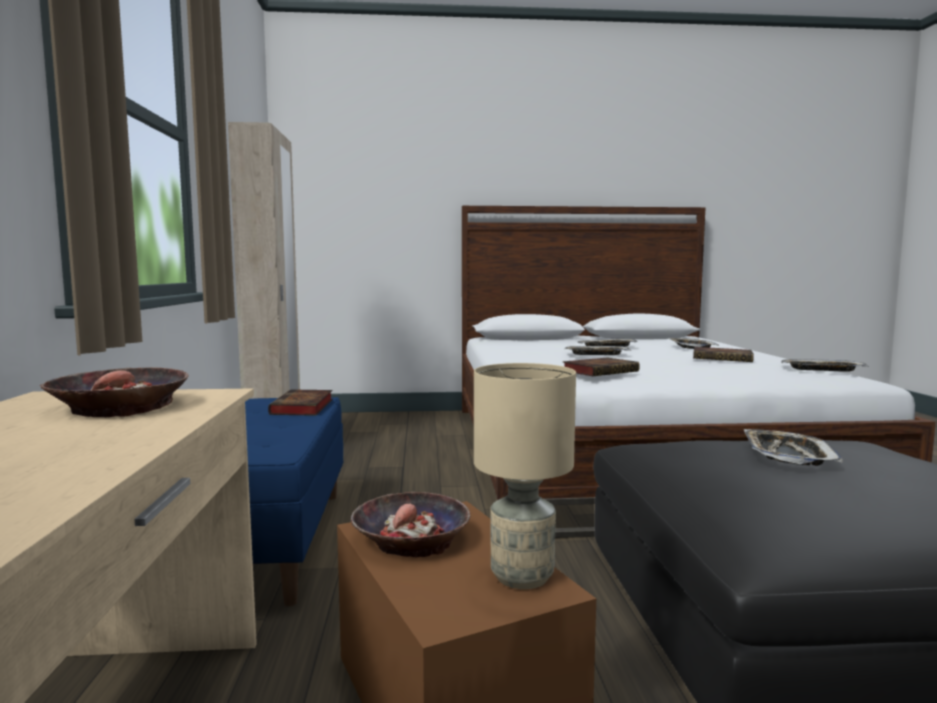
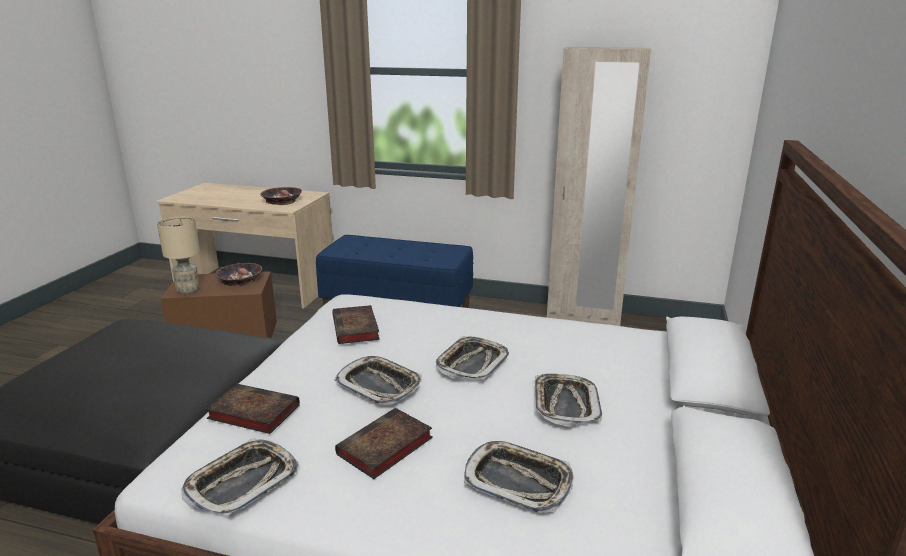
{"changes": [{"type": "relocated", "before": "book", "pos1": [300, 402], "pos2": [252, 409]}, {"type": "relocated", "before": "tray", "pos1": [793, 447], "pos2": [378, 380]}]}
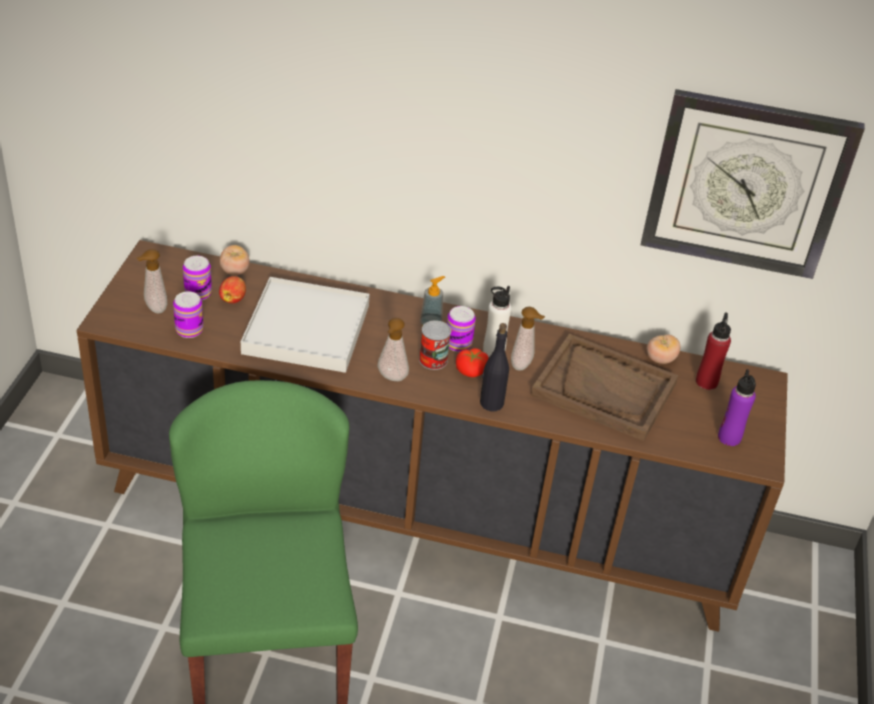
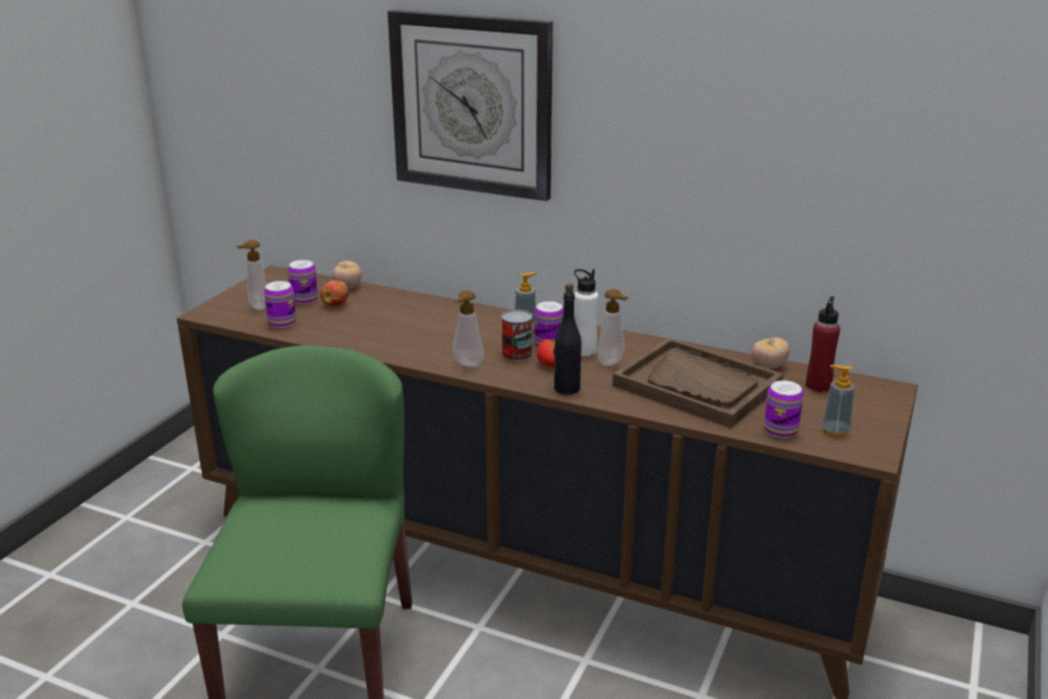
{"changes": [{"type": "missing", "before": "tray in white", "pos1": [305, 325]}, {"type": "appeared", "after": "can", "pos2": [783, 409]}, {"type": "relocated", "before": "wall clock", "pos1": [753, 184], "pos2": [470, 105]}, {"type": "exchanged", "before": "bottle in purple", "after": "soap dispenser", "pos1": [737, 407], "pos2": [838, 401]}]}
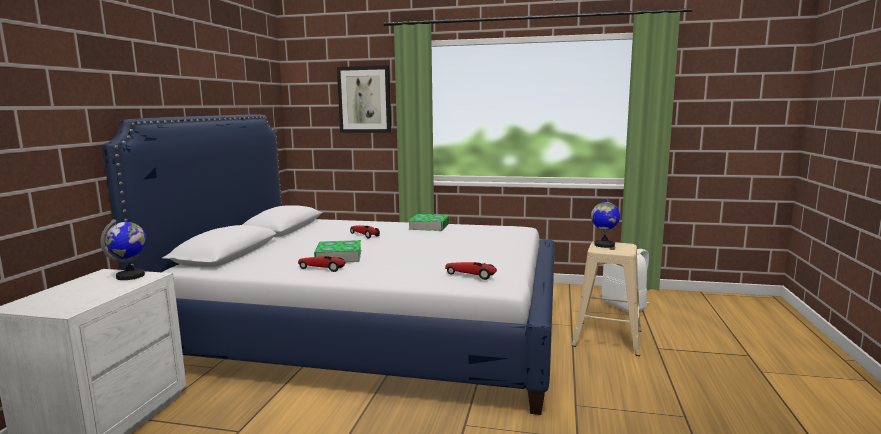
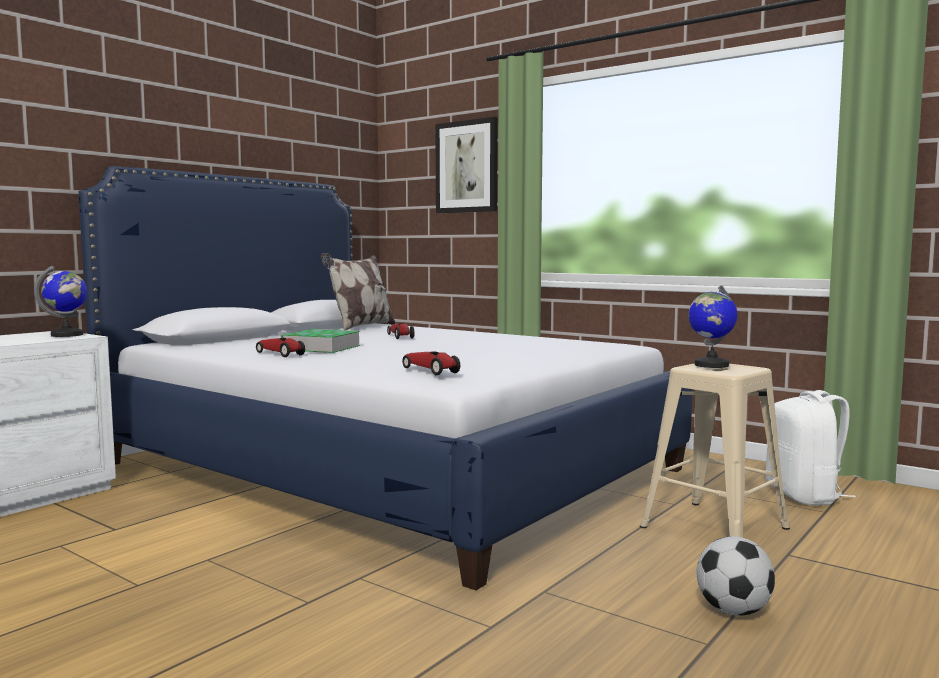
{"changes": [{"type": "missing", "before": "book", "pos1": [428, 222]}, {"type": "appeared", "after": "pillow", "pos2": [358, 291]}, {"type": "appeared", "after": "football", "pos2": [736, 576]}]}
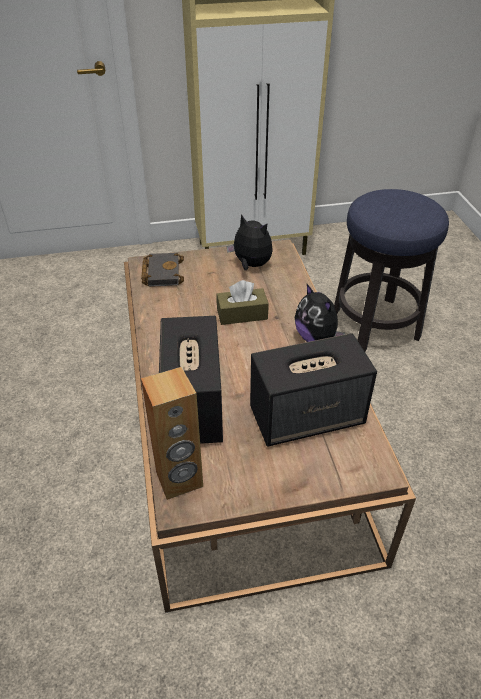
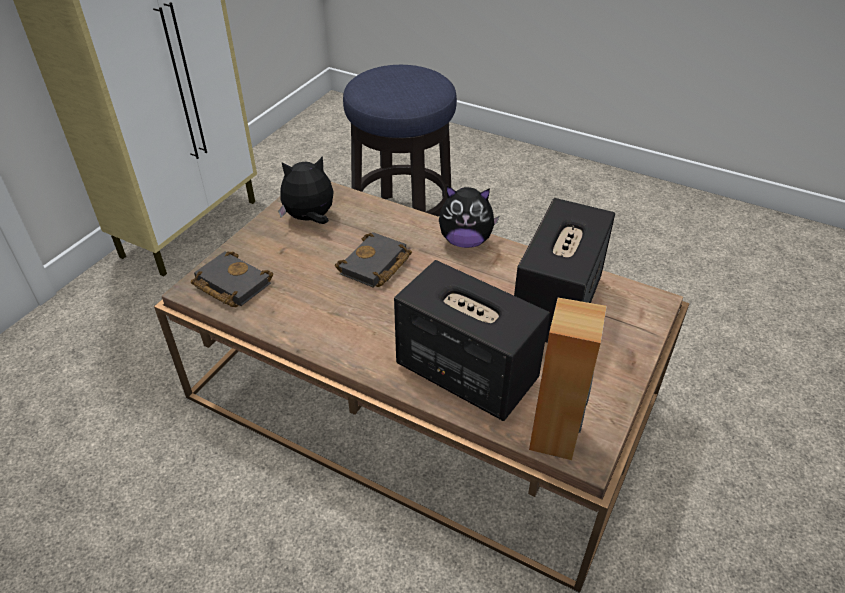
{"changes": [{"type": "exchanged", "before": "tissue box in brown", "after": "book in black", "pos1": [243, 302], "pos2": [373, 260]}]}
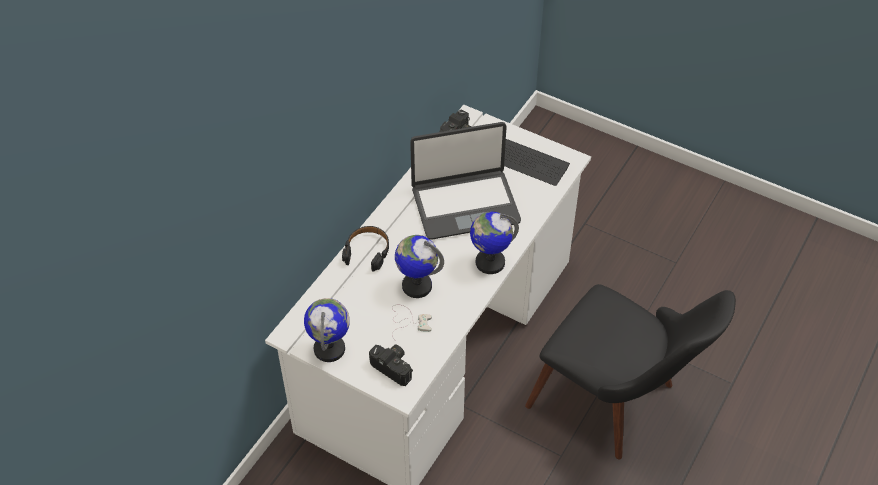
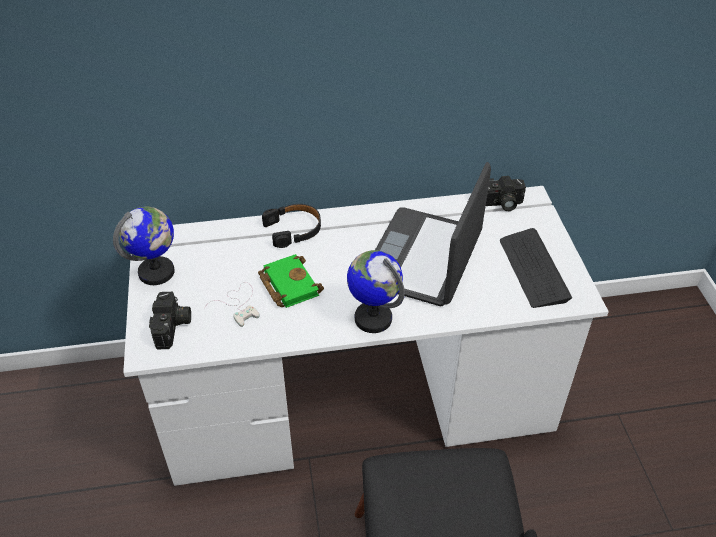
{"changes": [{"type": "exchanged", "before": "globe", "after": "book in green", "pos1": [419, 266], "pos2": [291, 281]}, {"type": "spun", "before": "laptop", "pos1": [465, 181], "pos2": [433, 234], "turn": 75}]}
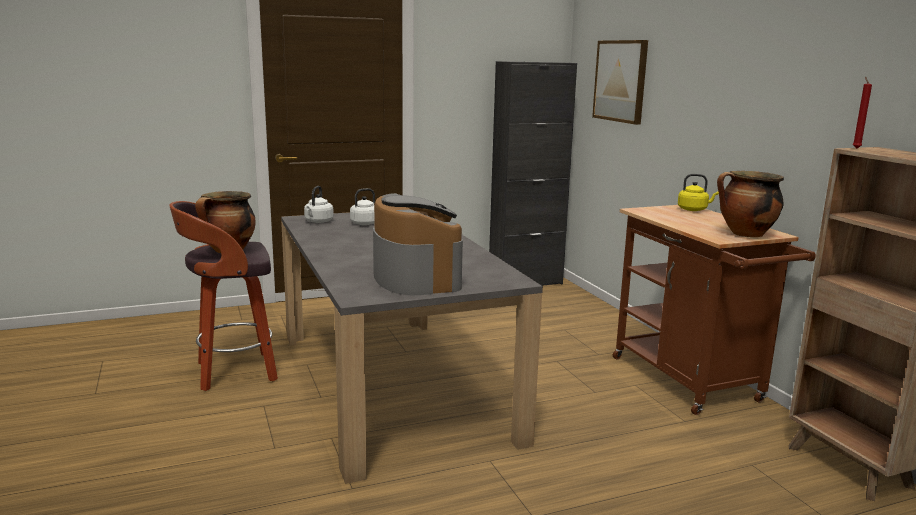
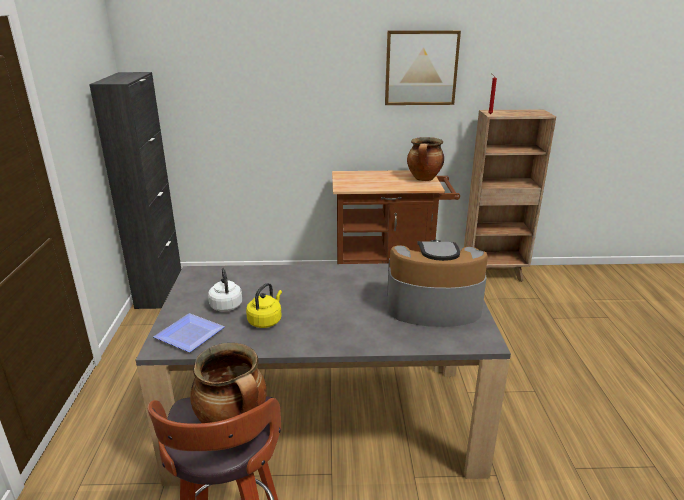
{"changes": [{"type": "relocated", "before": "picture", "pos1": [620, 82], "pos2": [423, 67]}, {"type": "relocated", "before": "kettle in yellow", "pos1": [698, 192], "pos2": [264, 305]}, {"type": "exchanged", "before": "kettle in white", "after": "plate", "pos1": [319, 204], "pos2": [189, 332]}]}
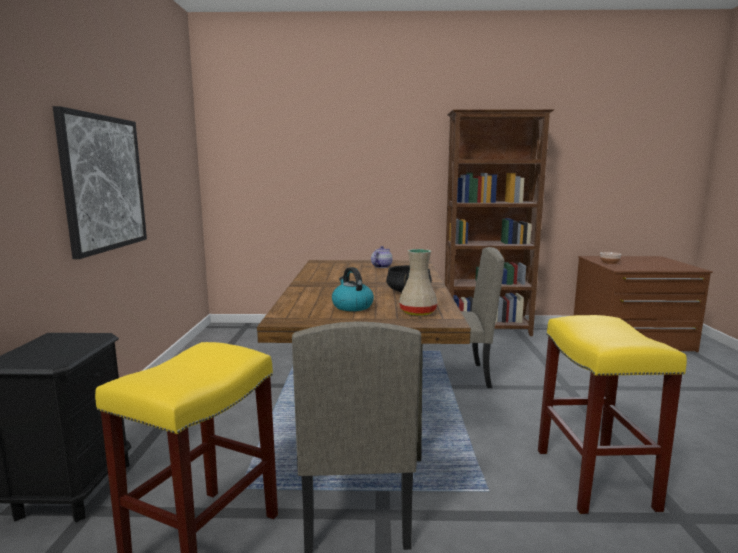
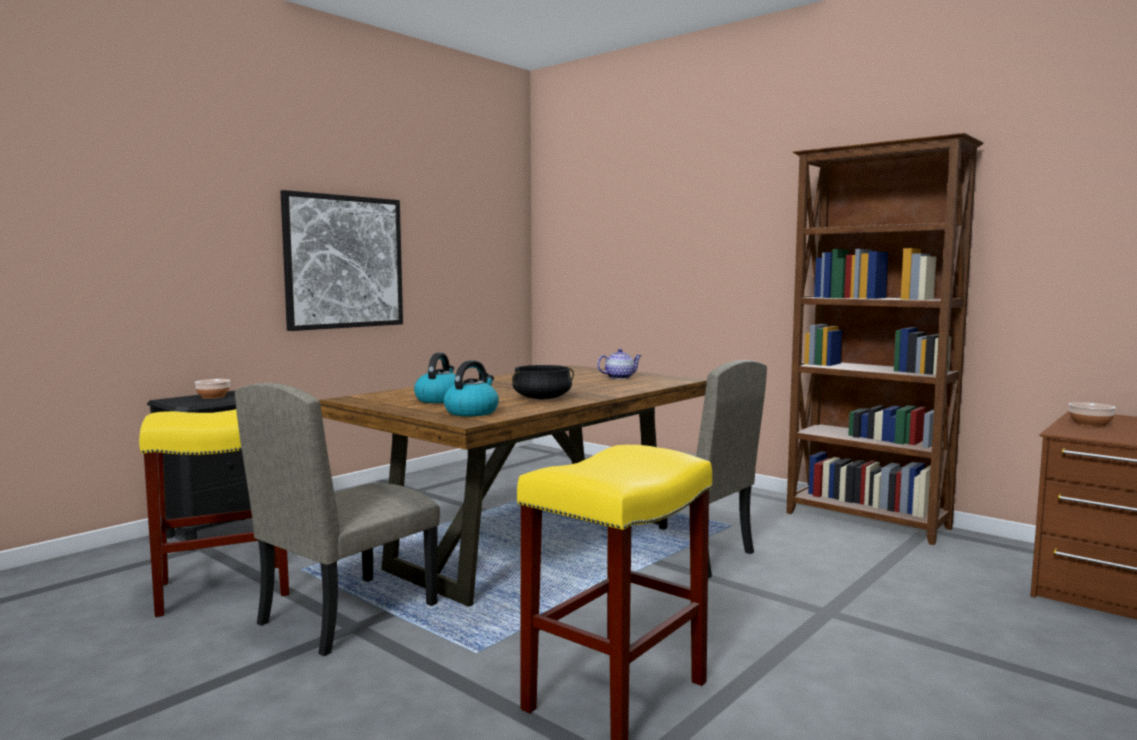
{"changes": [{"type": "appeared", "after": "bowl", "pos2": [212, 389]}, {"type": "exchanged", "before": "vase in beige", "after": "kettle", "pos1": [418, 282], "pos2": [471, 388]}]}
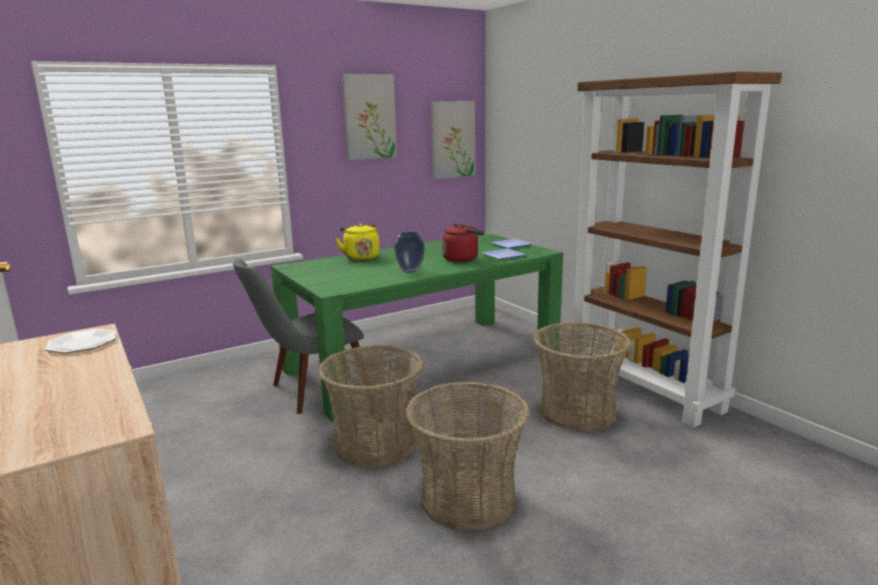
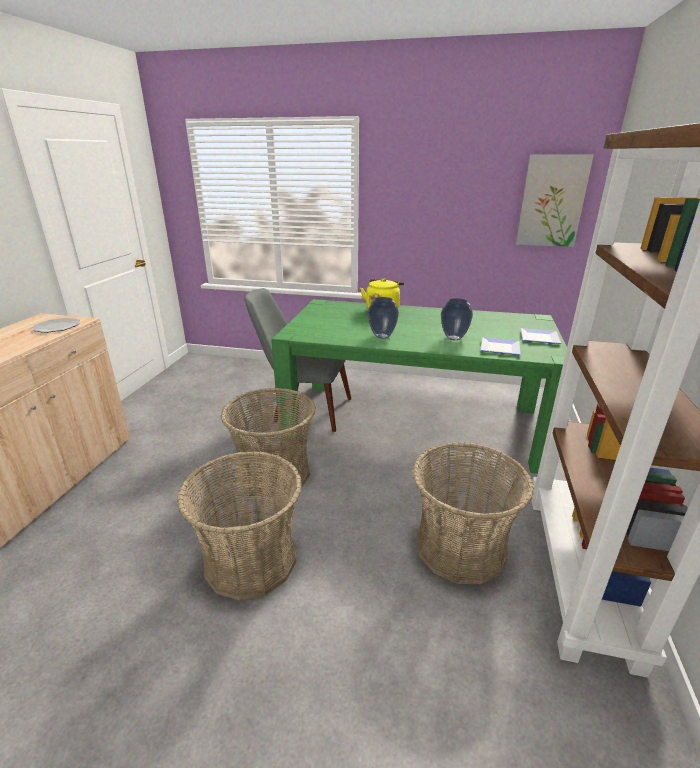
{"changes": [{"type": "missing", "before": "picture", "pos1": [369, 117]}, {"type": "exchanged", "before": "kettle in red", "after": "vase", "pos1": [463, 243], "pos2": [457, 319]}]}
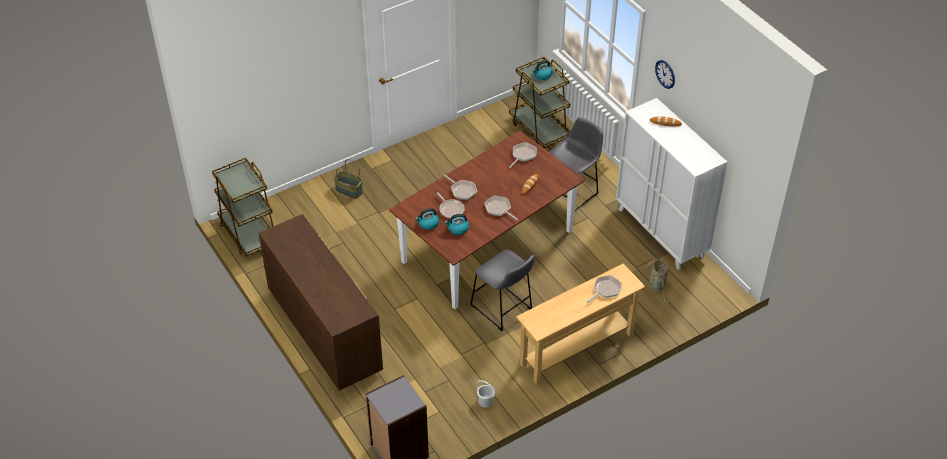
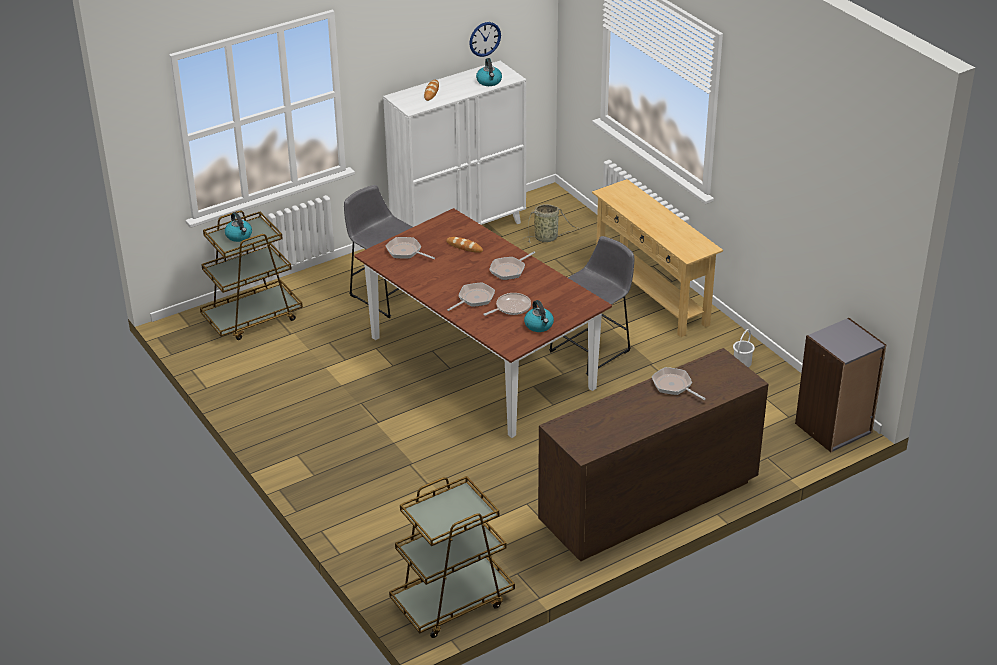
{"changes": [{"type": "missing", "before": "basket", "pos1": [348, 179]}, {"type": "relocated", "before": "kettle", "pos1": [457, 224], "pos2": [489, 72]}, {"type": "relocated", "before": "frying pan", "pos1": [604, 289], "pos2": [679, 383]}, {"type": "relocated", "before": "wall clock", "pos1": [665, 74], "pos2": [485, 39]}]}
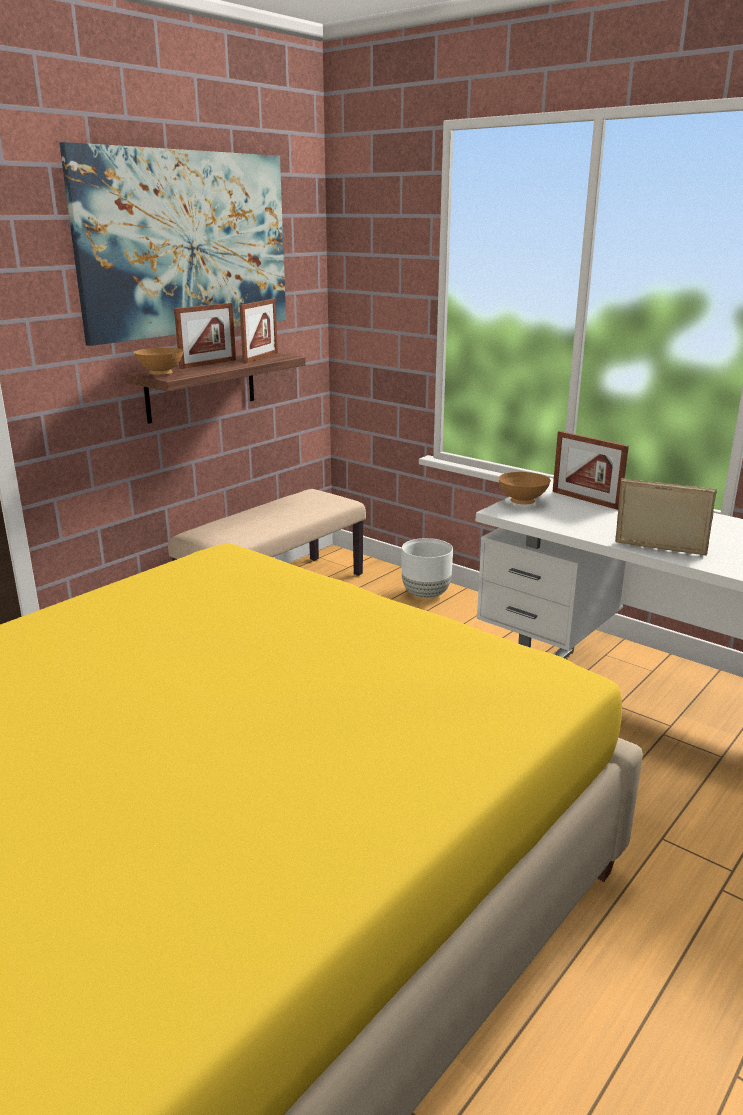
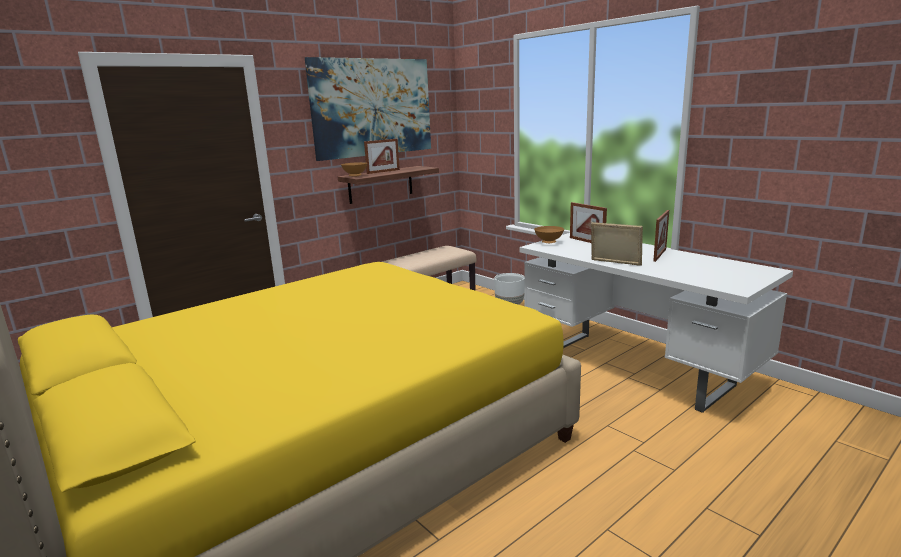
{"changes": [{"type": "relocated", "before": "picture frame", "pos1": [258, 331], "pos2": [661, 236]}]}
